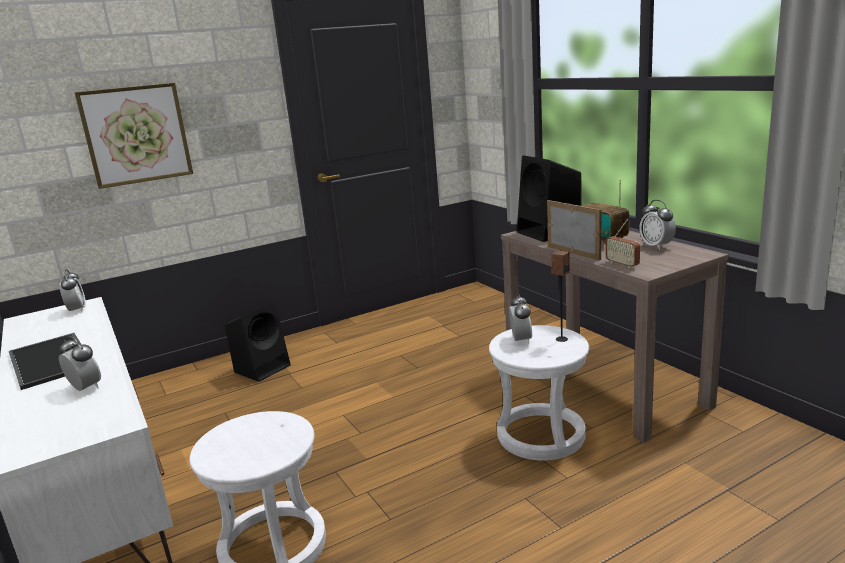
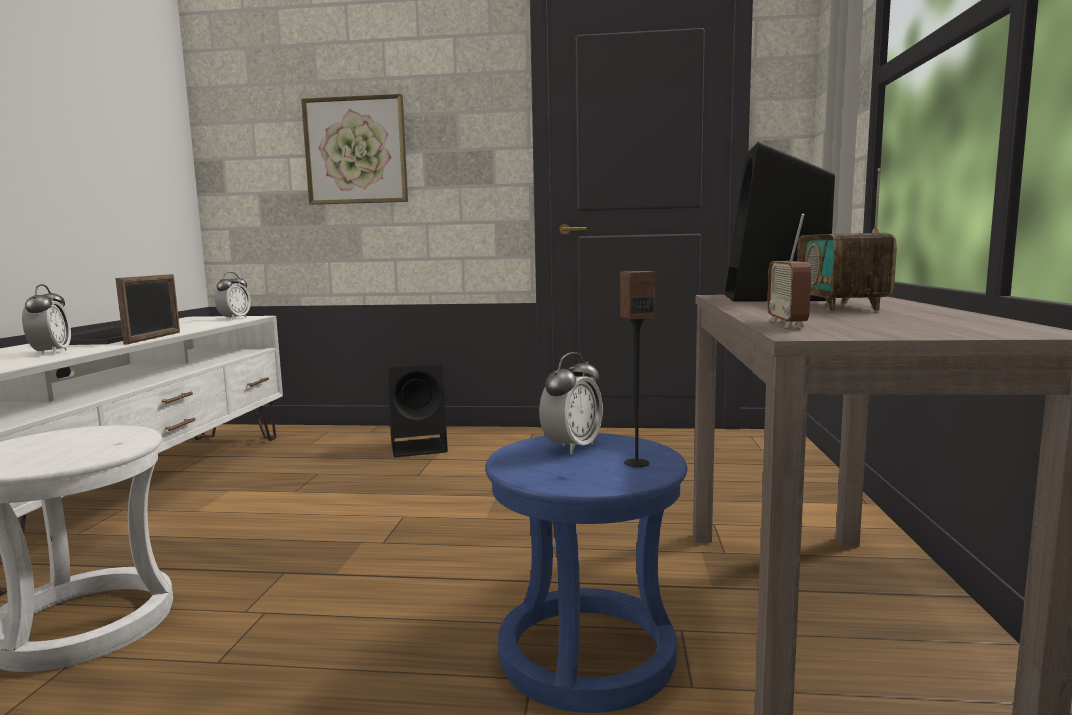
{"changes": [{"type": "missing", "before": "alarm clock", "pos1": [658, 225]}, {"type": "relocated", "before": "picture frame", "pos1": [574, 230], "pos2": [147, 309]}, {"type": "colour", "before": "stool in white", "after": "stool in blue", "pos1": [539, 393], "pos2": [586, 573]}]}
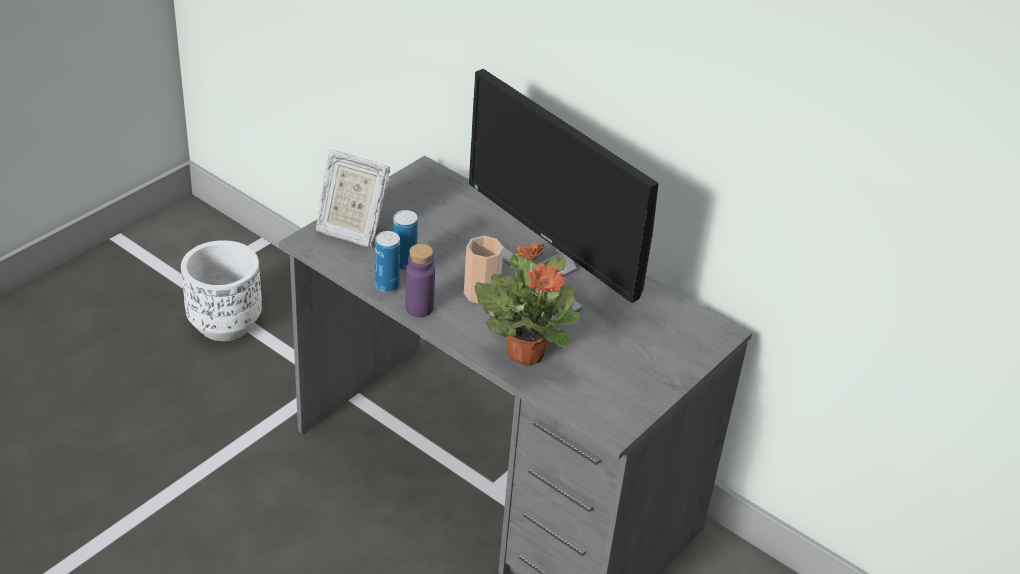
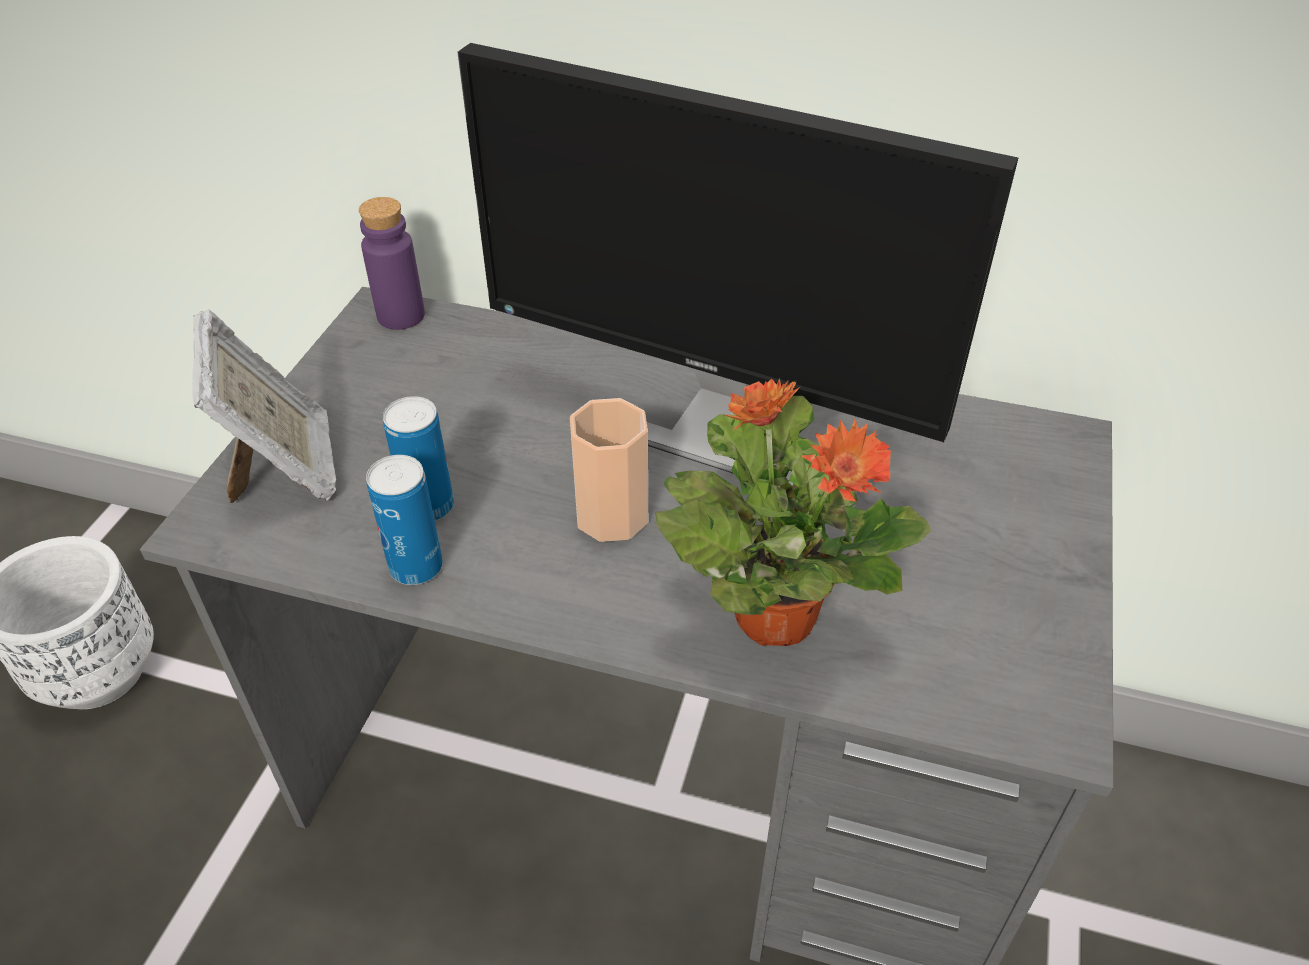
{"changes": [{"type": "relocated", "before": "bottle in purple", "pos1": [420, 280], "pos2": [392, 263]}, {"type": "spun", "before": "picture frame", "pos1": [353, 198], "pos2": [264, 406], "turn": -105}]}
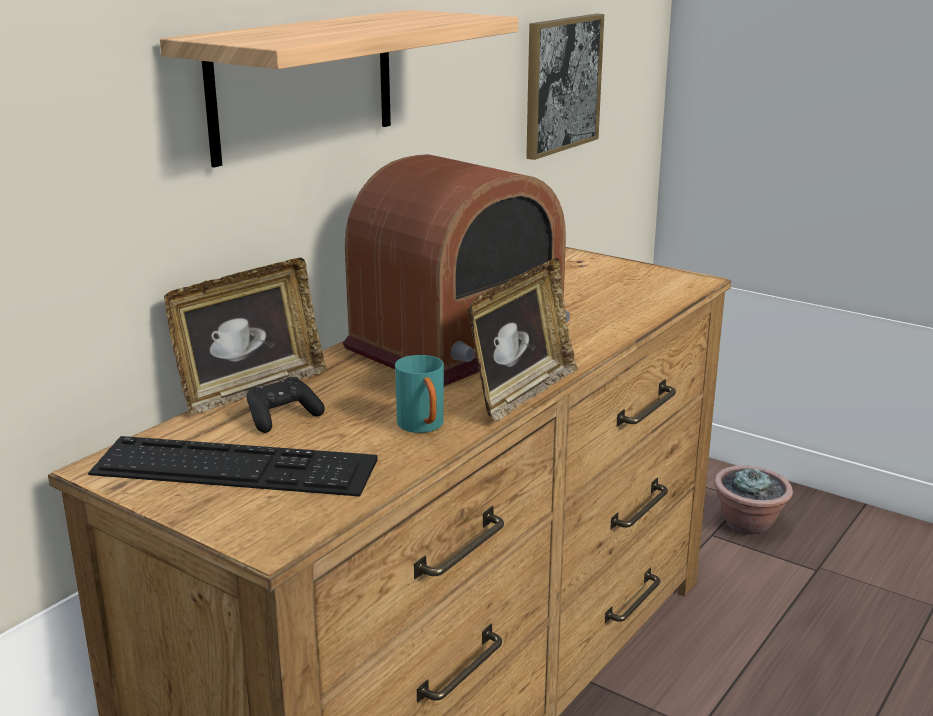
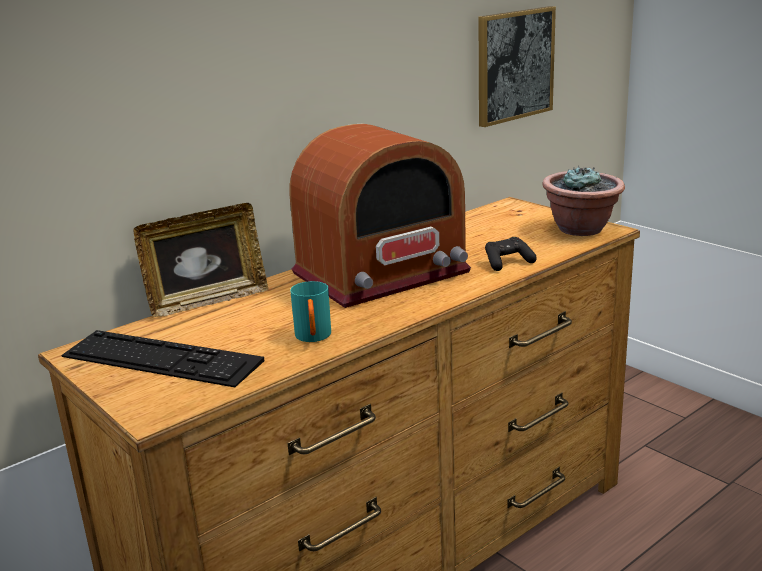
{"changes": [{"type": "missing", "before": "shelf", "pos1": [339, 89]}, {"type": "missing", "before": "picture frame", "pos1": [523, 340]}, {"type": "relocated", "before": "game controller in black", "pos1": [286, 405], "pos2": [511, 254]}, {"type": "relocated", "before": "potted plant", "pos1": [753, 500], "pos2": [583, 200]}]}
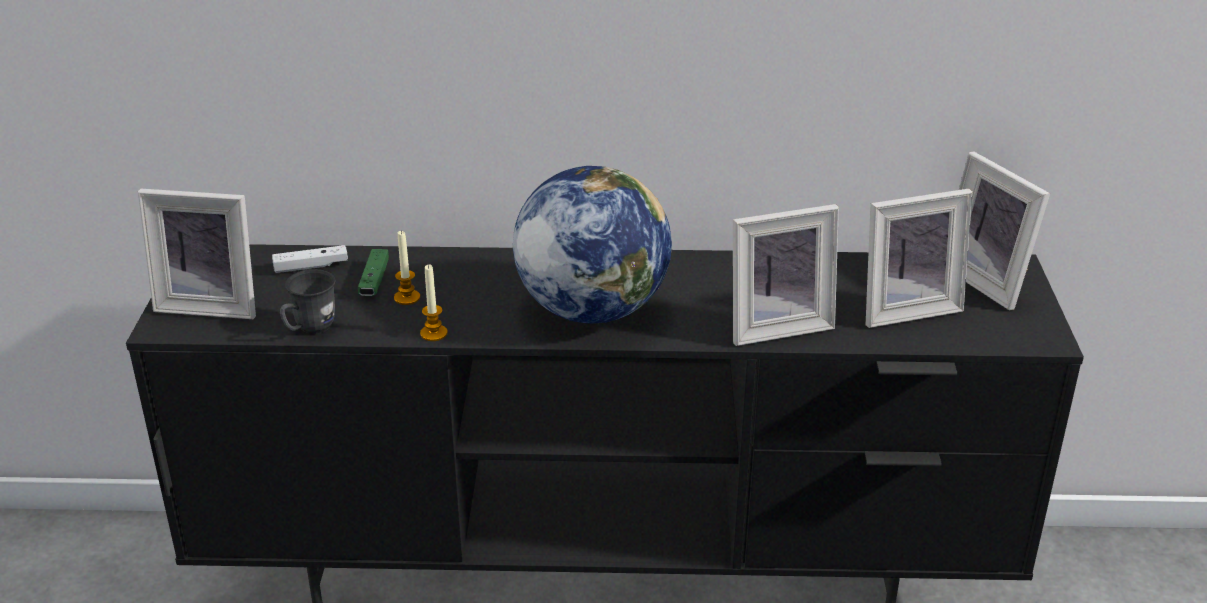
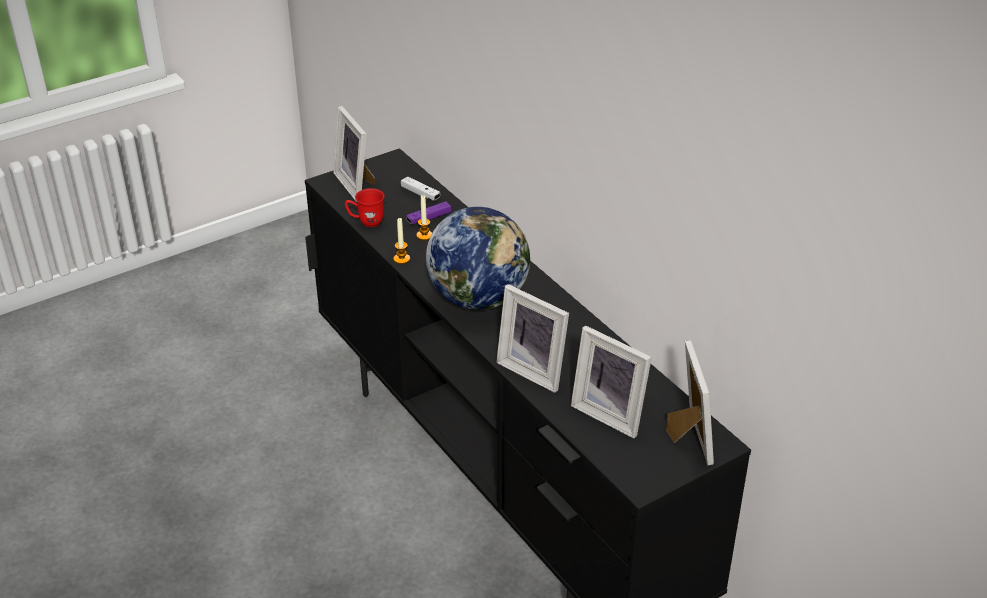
{"changes": [{"type": "colour", "before": "mug in grey", "after": "mug in red", "pos1": [307, 301], "pos2": [365, 207]}, {"type": "colour", "before": "game controller in green", "after": "game controller in purple", "pos1": [373, 272], "pos2": [428, 212]}, {"type": "spun", "before": "picture frame", "pos1": [1004, 231], "pos2": [690, 403], "turn": 150}]}
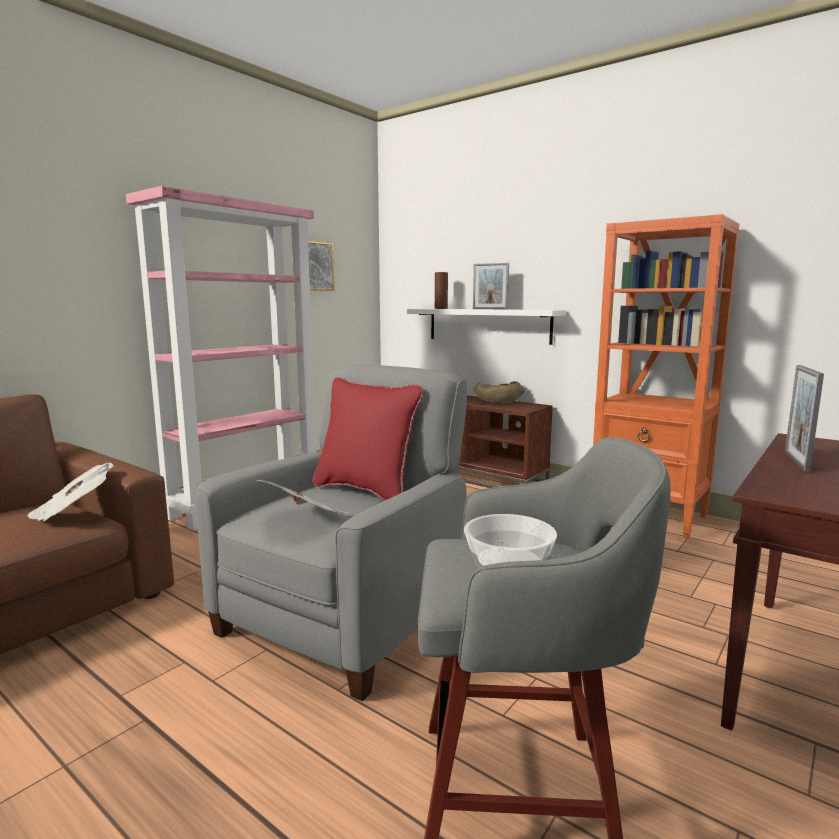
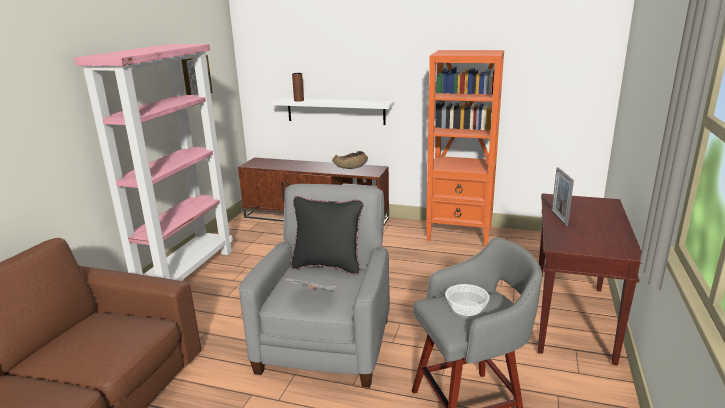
{"changes": [{"type": "missing", "before": "newspaper", "pos1": [70, 492]}, {"type": "missing", "before": "picture frame", "pos1": [491, 286]}, {"type": "colour", "before": "pillow in red", "after": "pillow in black", "pos1": [368, 439], "pos2": [326, 235]}]}
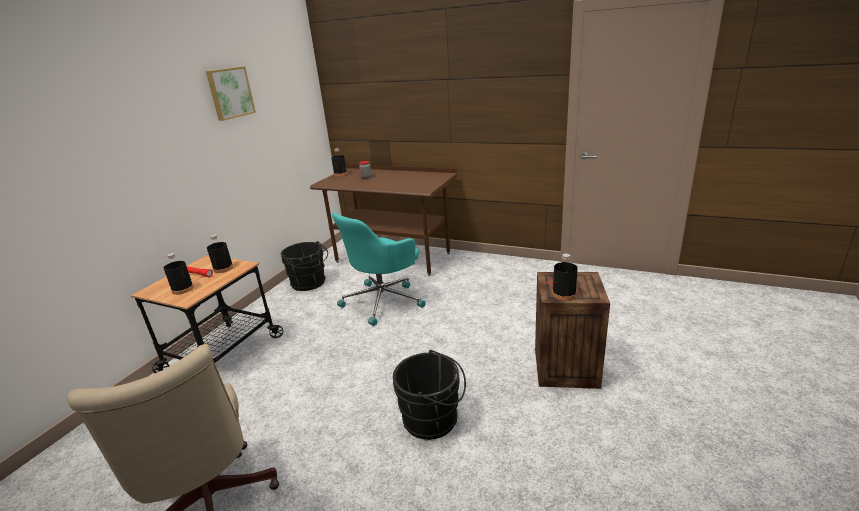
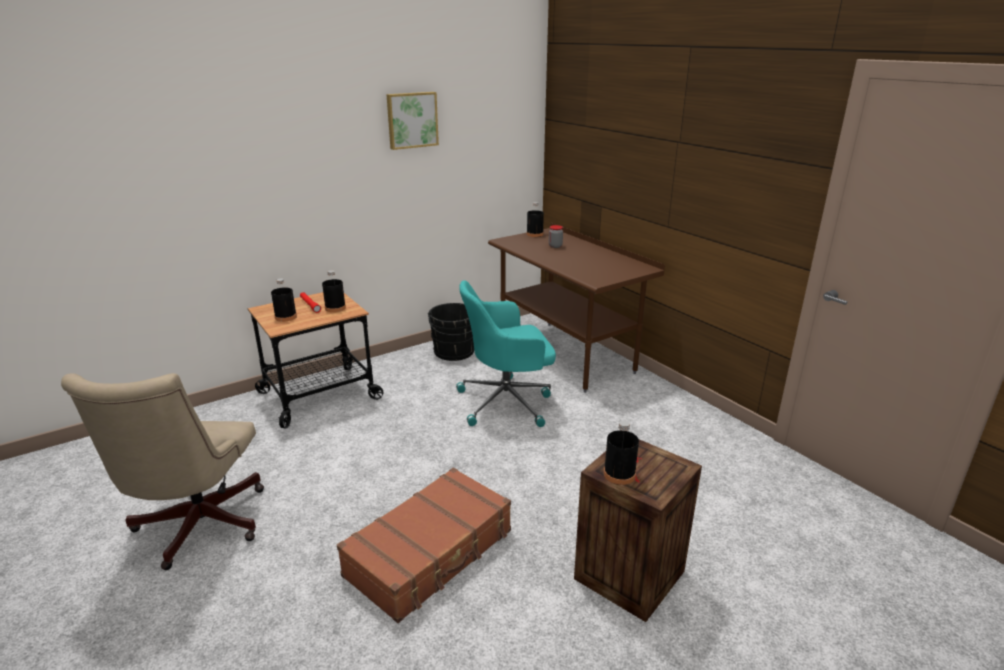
{"changes": [{"type": "exchanged", "before": "bucket in black", "after": "suitcase in brown", "pos1": [429, 395], "pos2": [424, 545]}]}
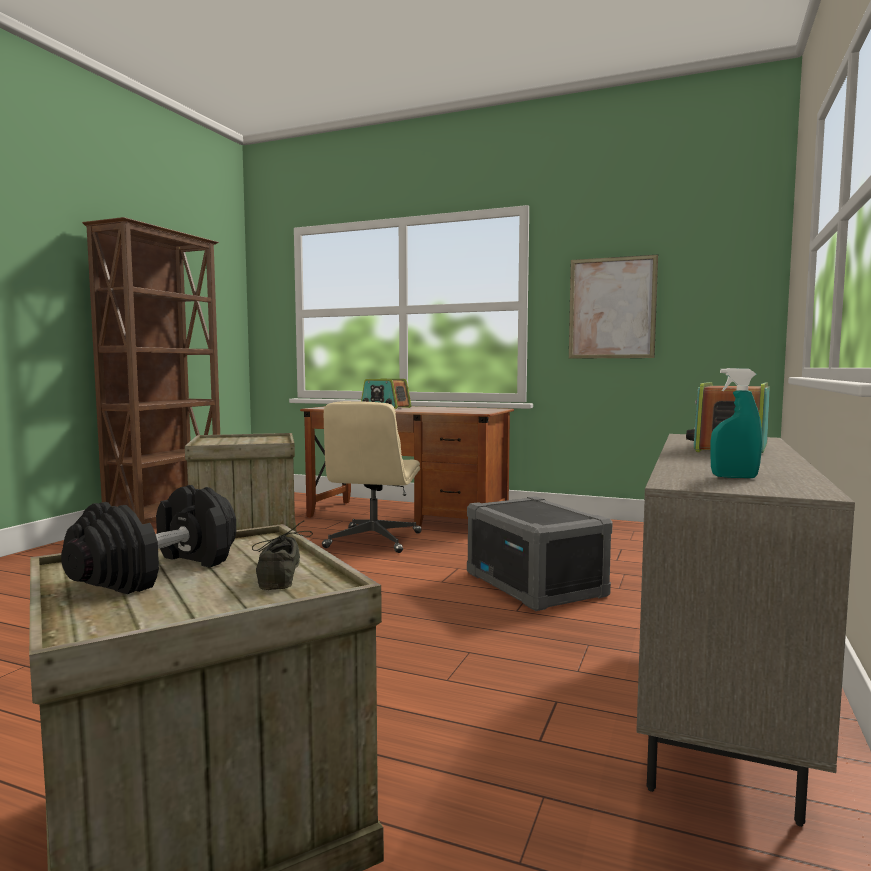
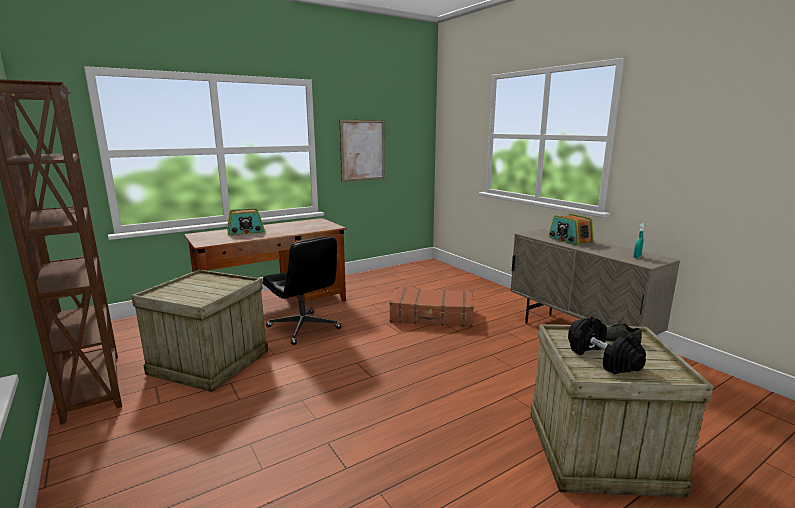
{"changes": [{"type": "exchanged", "before": "storage box in grey", "after": "suitcase in brown", "pos1": [540, 553], "pos2": [432, 307]}, {"type": "colour", "before": "office chair in beige", "after": "office chair in black", "pos1": [372, 477], "pos2": [301, 290]}]}
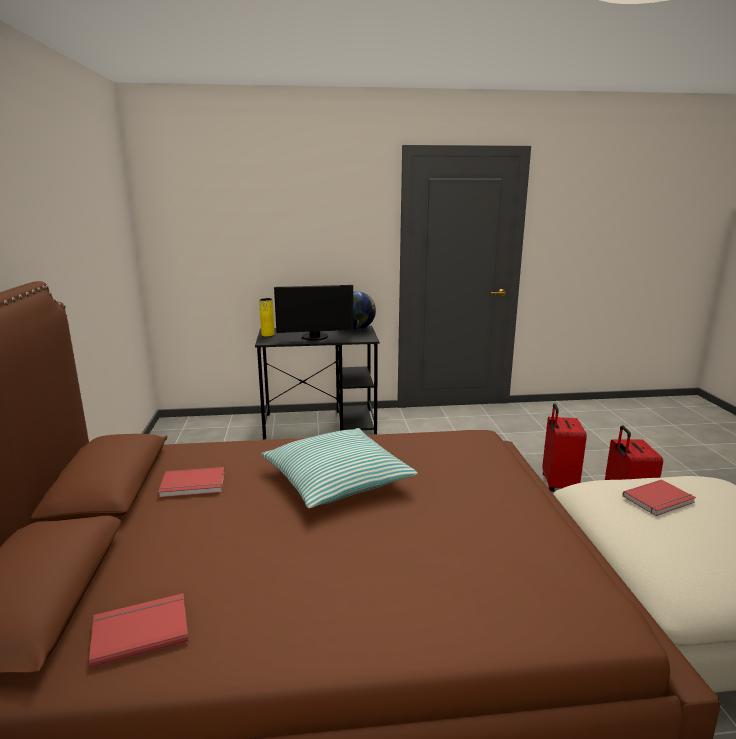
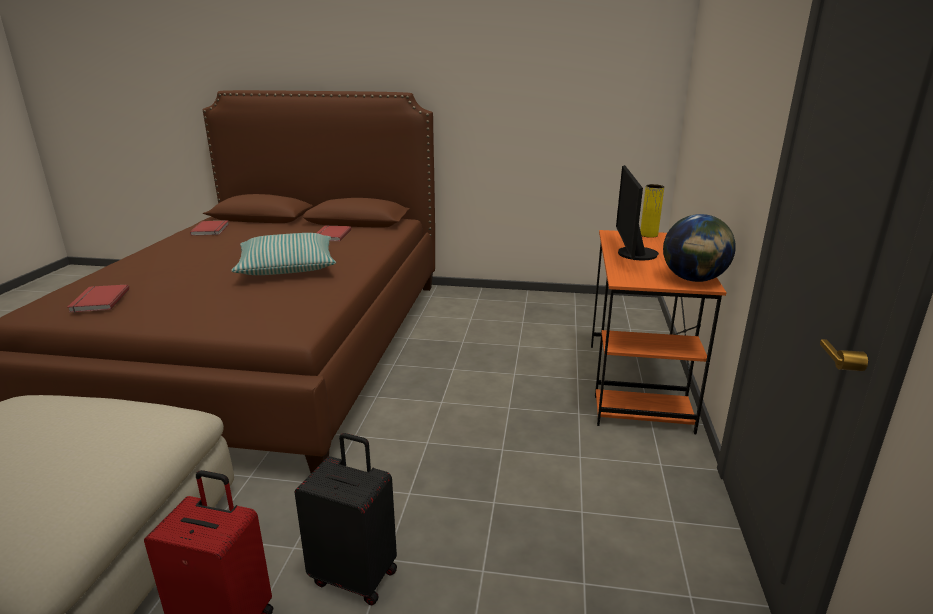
{"changes": [{"type": "relocated", "before": "book in red", "pos1": [659, 497], "pos2": [98, 298]}, {"type": "colour", "before": "desk in black", "after": "desk in orange", "pos1": [317, 382], "pos2": [658, 332]}, {"type": "colour", "before": "suitcase in red", "after": "suitcase in black", "pos1": [564, 447], "pos2": [345, 519]}]}
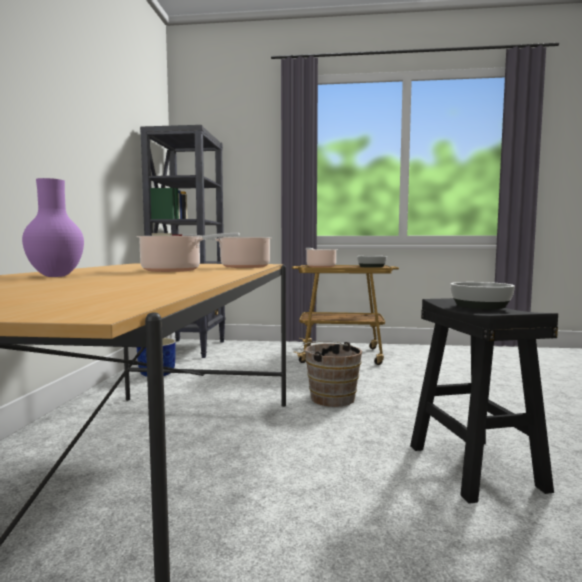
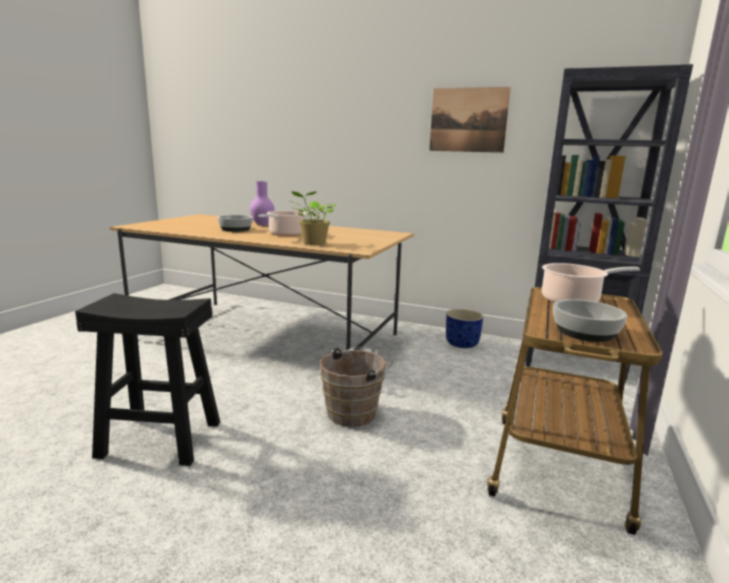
{"changes": [{"type": "appeared", "after": "picture", "pos2": [470, 120]}, {"type": "relocated", "before": "bowl", "pos1": [482, 295], "pos2": [235, 223]}, {"type": "exchanged", "before": "cooking pot", "after": "potted plant", "pos1": [227, 251], "pos2": [313, 218]}]}
